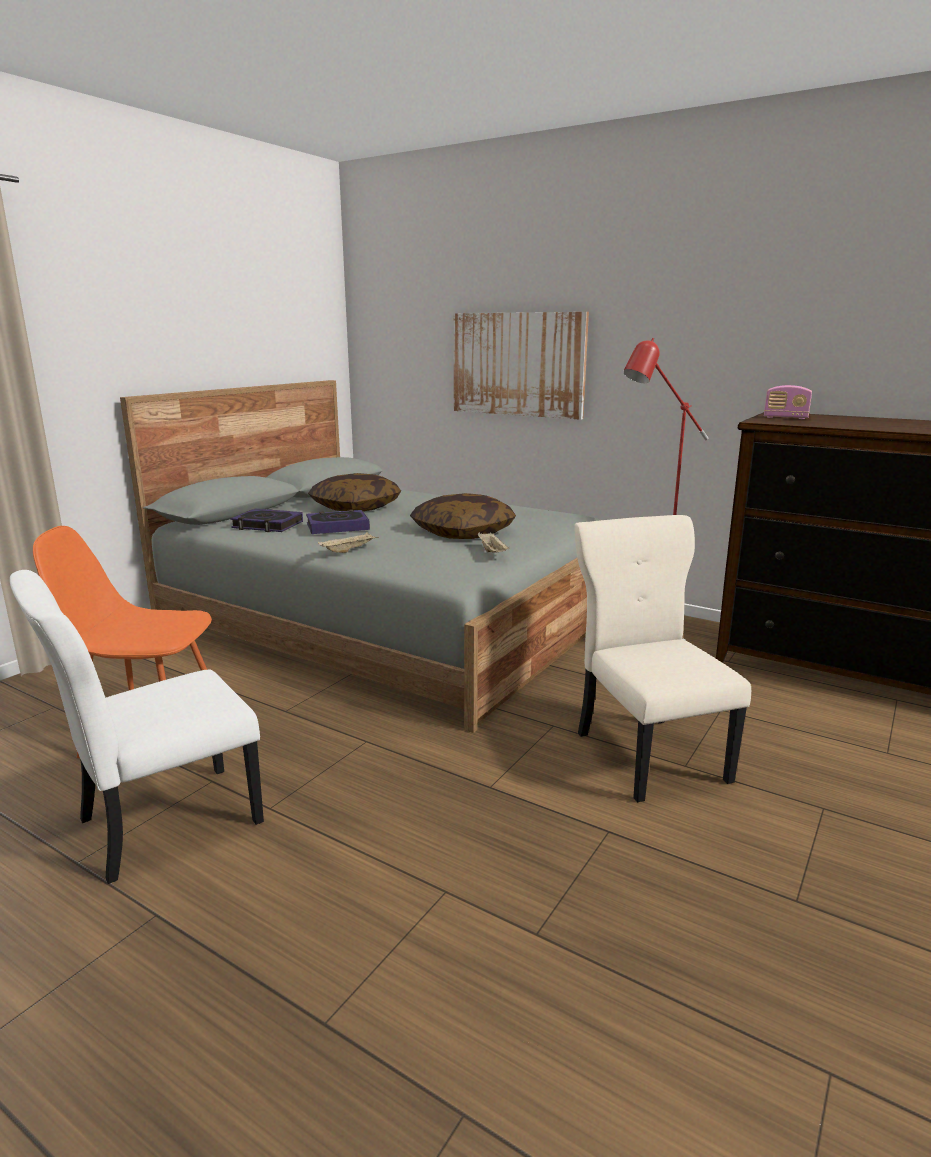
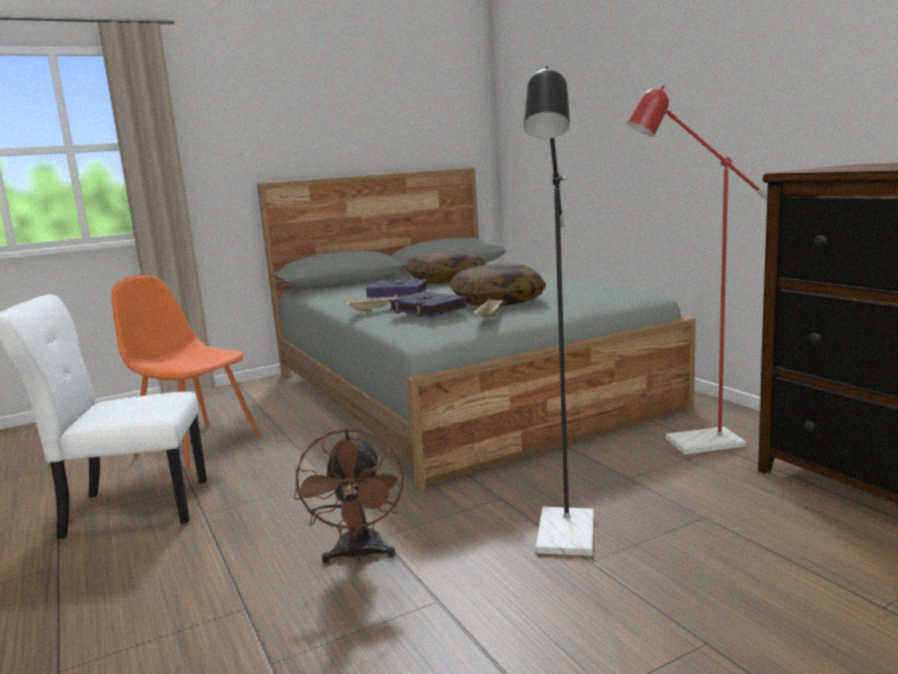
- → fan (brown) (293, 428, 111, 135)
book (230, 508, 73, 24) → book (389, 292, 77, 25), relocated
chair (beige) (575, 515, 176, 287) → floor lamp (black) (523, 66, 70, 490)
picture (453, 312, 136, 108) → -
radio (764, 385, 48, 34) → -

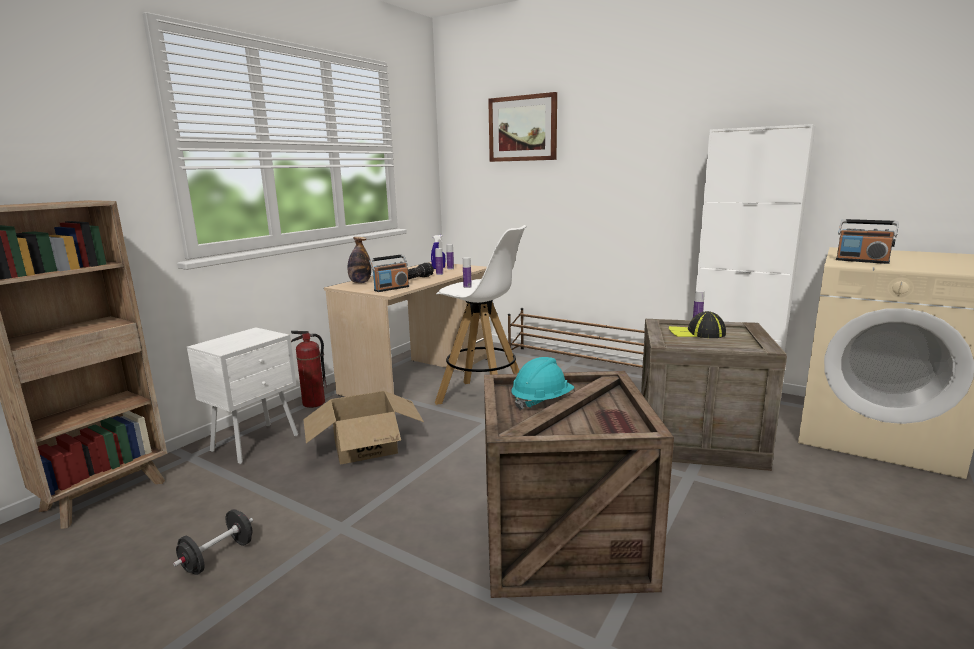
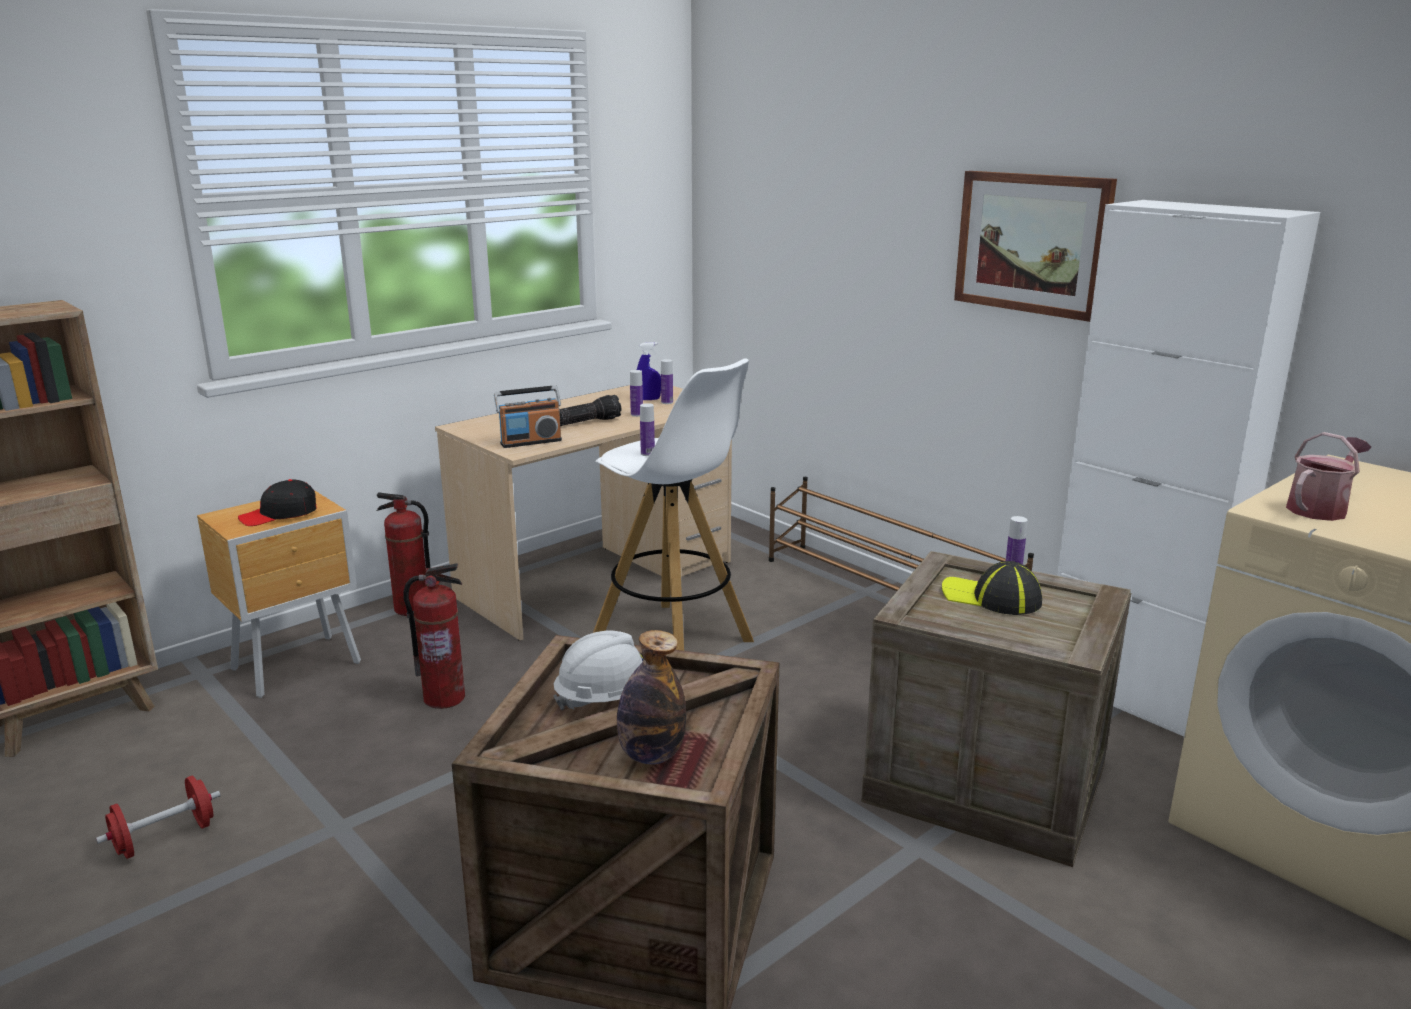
dumbbell (black) (173, 509, 80, 66) → dumbbell (red) (96, 776, 125, 83)
nightstand (white) (187, 327, 111, 137) → nightstand (brown) (197, 490, 164, 208)
- → cap (black) (238, 479, 79, 47)
cardboard box (303, 391, 121, 73) → fire extinguisher (403, 564, 62, 145)
hard hat (turquoise) (511, 357, 63, 53) → hard hat (white) (553, 631, 91, 79)
bottle (347, 237, 24, 46) → bottle (617, 630, 69, 135), relocated
picture (488, 92, 69, 70) → picture (954, 171, 163, 151), relocated
radio (836, 219, 63, 45) → watering can (1286, 432, 85, 89)

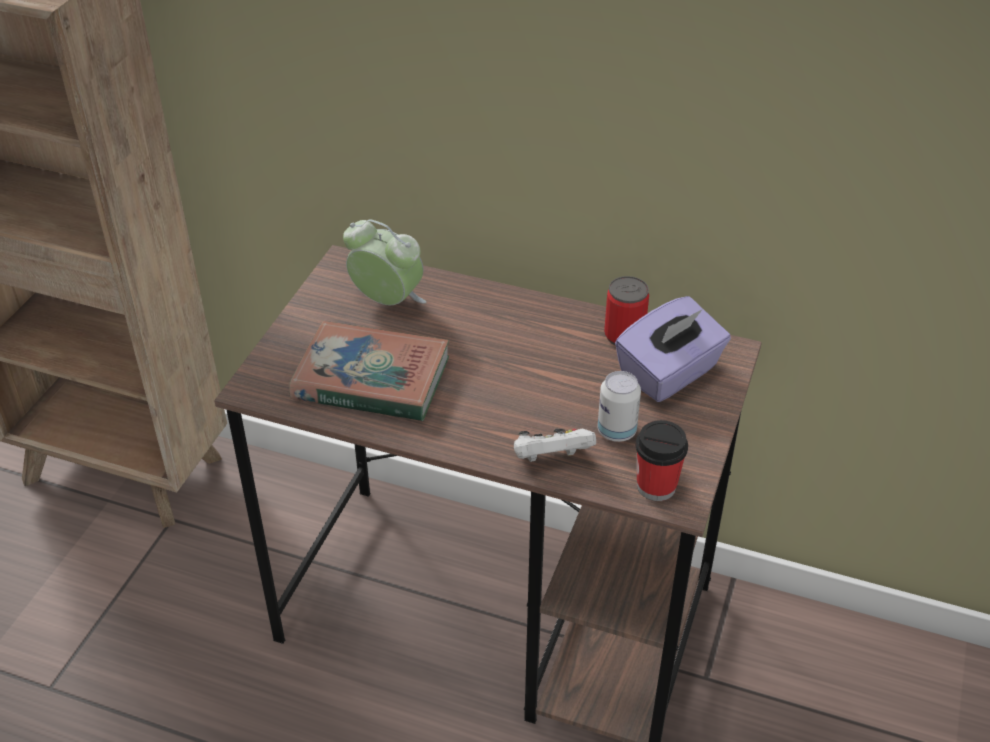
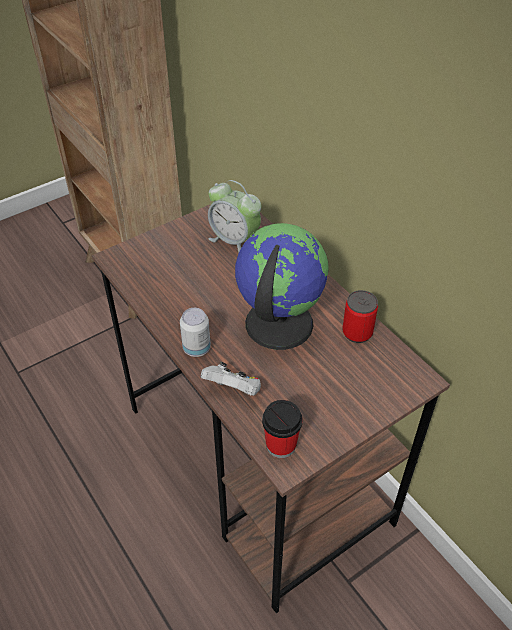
can (598, 371, 43, 71) → can (180, 308, 31, 49), relocated
alarm clock (343, 219, 83, 86) → alarm clock (208, 180, 53, 73), 150 degrees clockwise
- → globe (235, 223, 94, 127)
book (289, 321, 160, 100) → -
tissue box (purple) (615, 296, 116, 106) → -

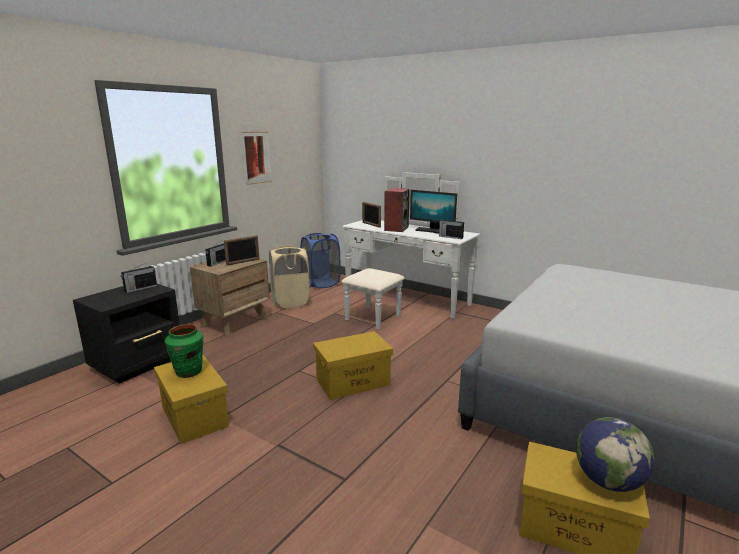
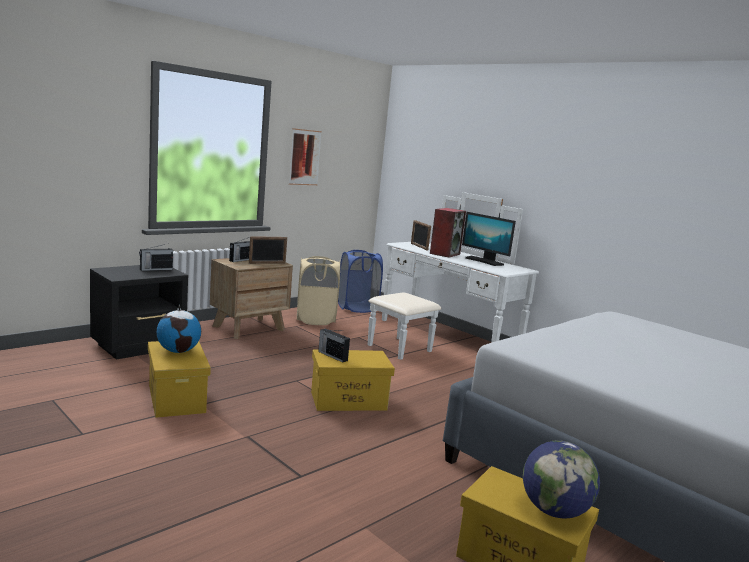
vase (green) (165, 324, 39, 54) → globe (157, 305, 44, 48)
radio (439, 218, 25, 21) → radio (318, 328, 32, 34), relocated

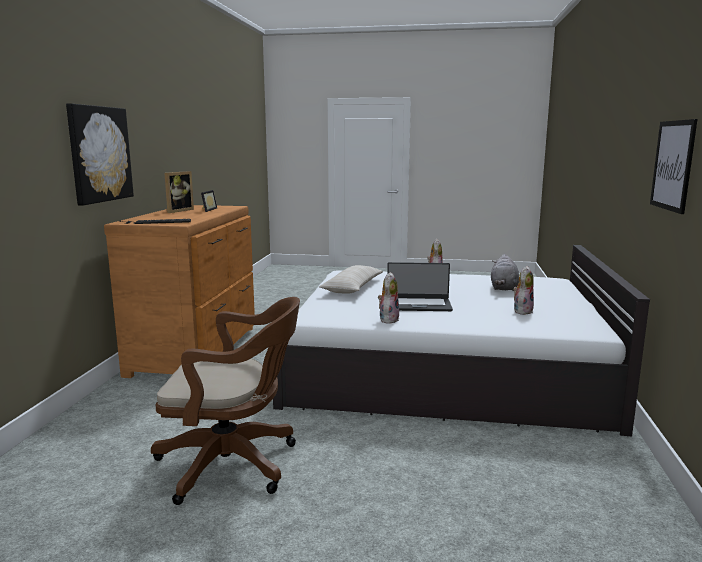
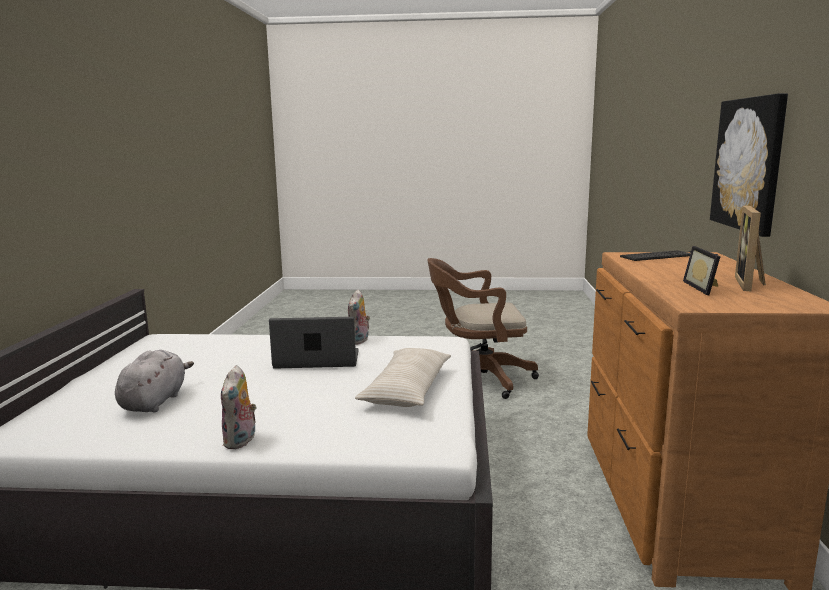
plush toy (513, 266, 21, 49) → -
picture (650, 119, 48, 95) → -

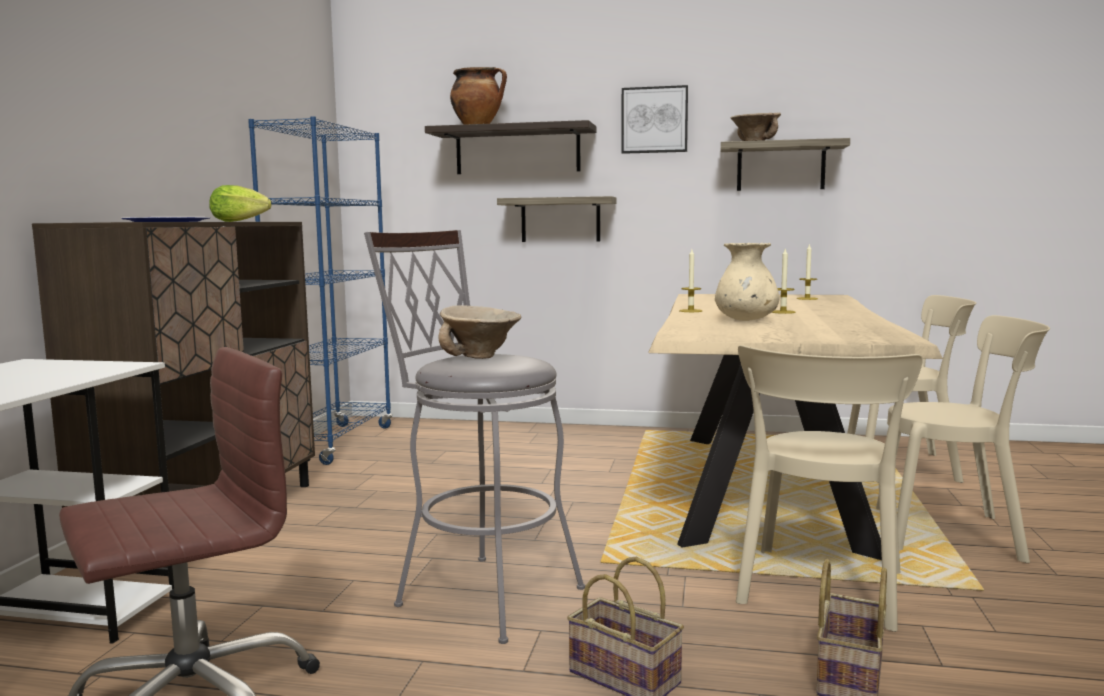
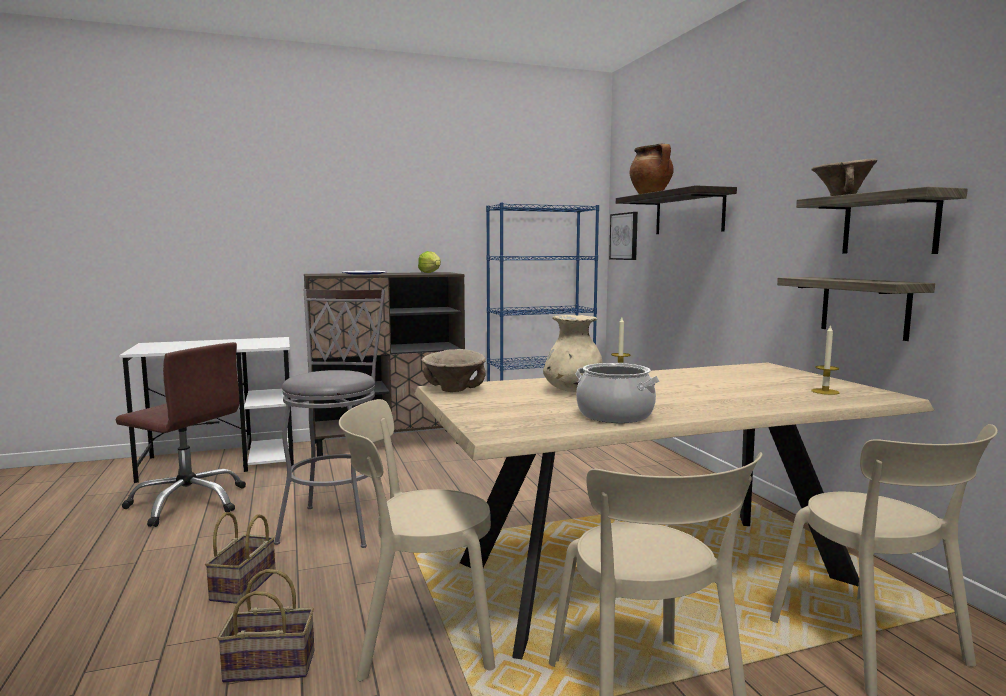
bowl (beige) (439, 305, 83, 54) → bowl (beige) (422, 349, 64, 43), relocated
- → cooking pot (575, 363, 84, 60)
picture (622, 85, 66, 69) → picture (609, 212, 29, 48), relocated
shelf (497, 196, 119, 46) → shelf (777, 277, 158, 64), relocated
candle (772, 249, 24, 65) → -

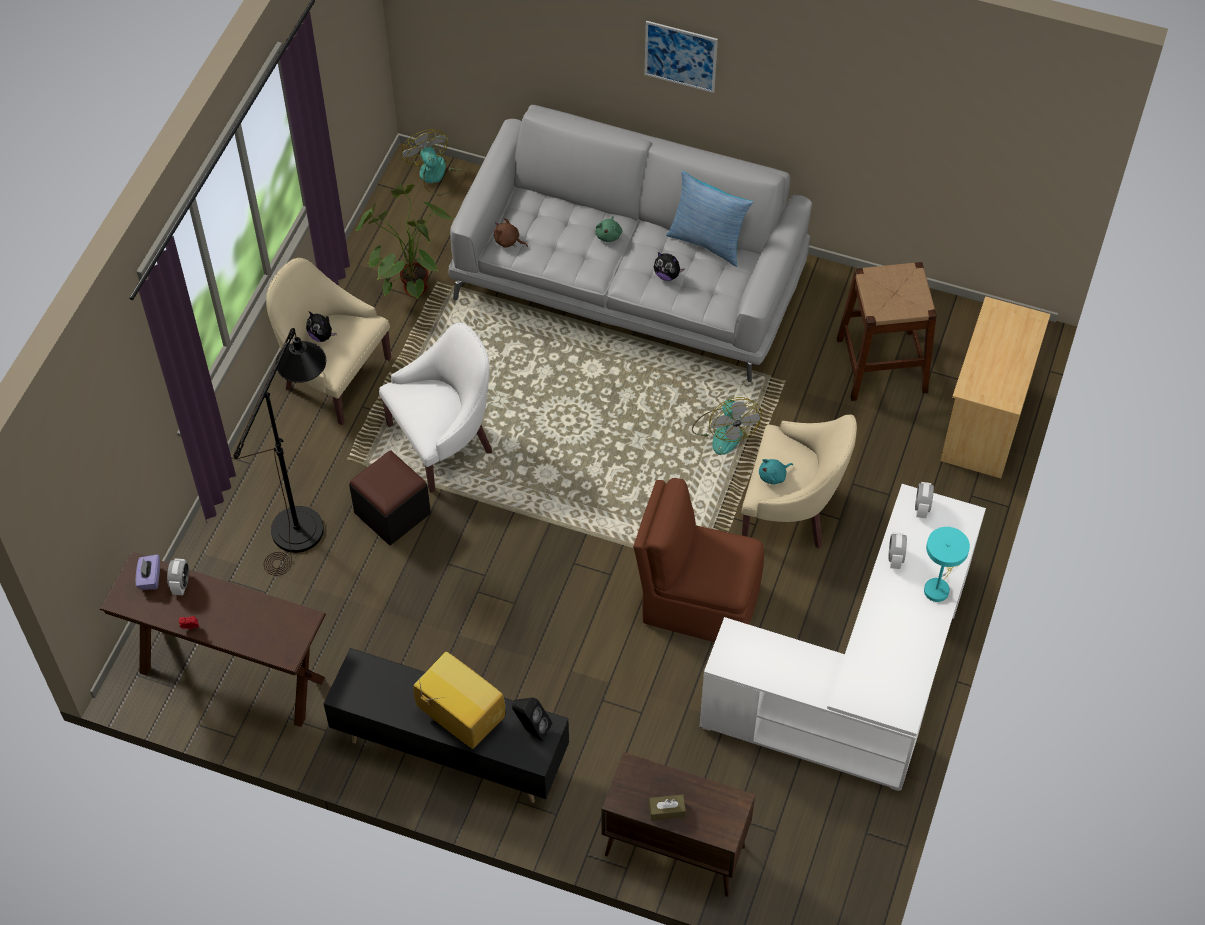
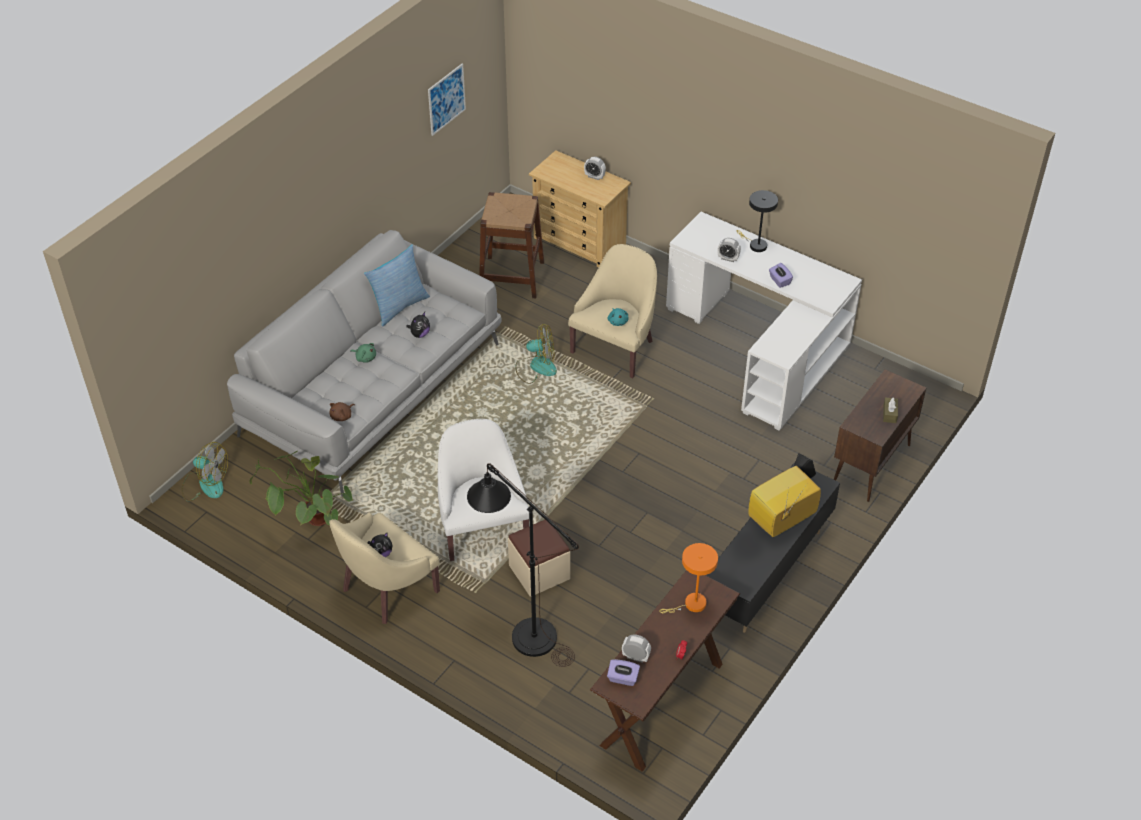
fan (401, 129, 66, 67) → fan (181, 442, 47, 59), 150 degrees counterclockwise
picture (645, 21, 73, 72) → picture (428, 64, 38, 72), relocated
ottoman (black) (349, 450, 82, 95) → ottoman (beige) (508, 520, 62, 77)
alarm clock (915, 482, 19, 36) → alarm clock (584, 157, 22, 23), relocated
- → table lamp (orange) (659, 543, 59, 70)
table lamp (turquoise) (924, 527, 46, 75) → table lamp (black) (737, 190, 41, 62)
- → tissue box (purple) (769, 263, 24, 25)
chair (brown) (633, 478, 131, 164) → -

